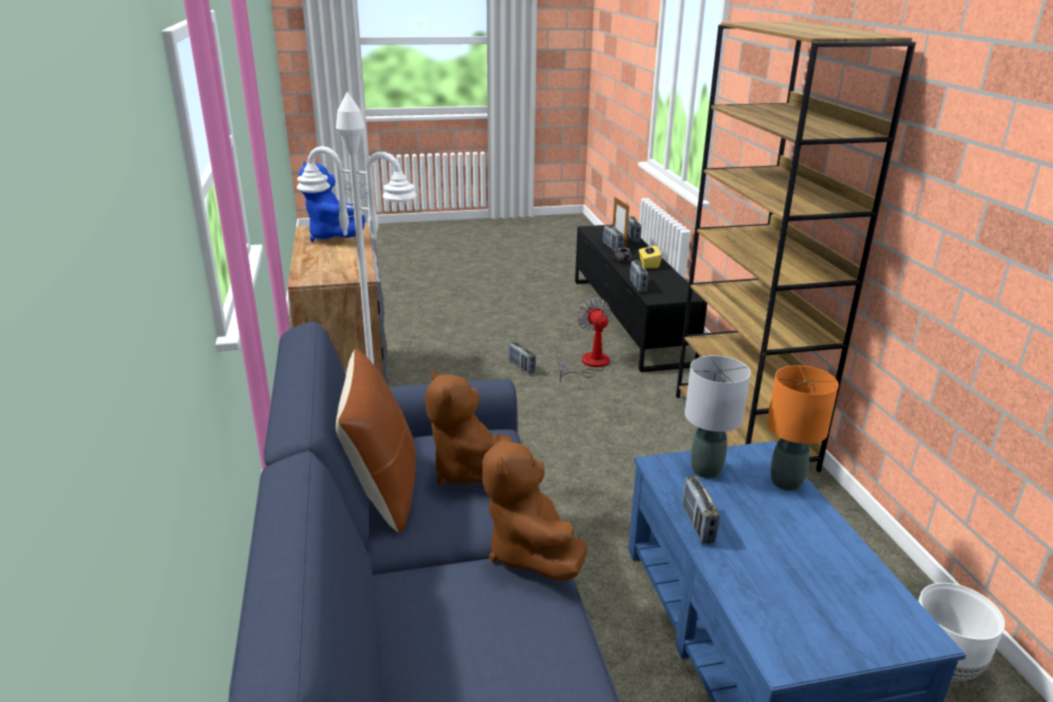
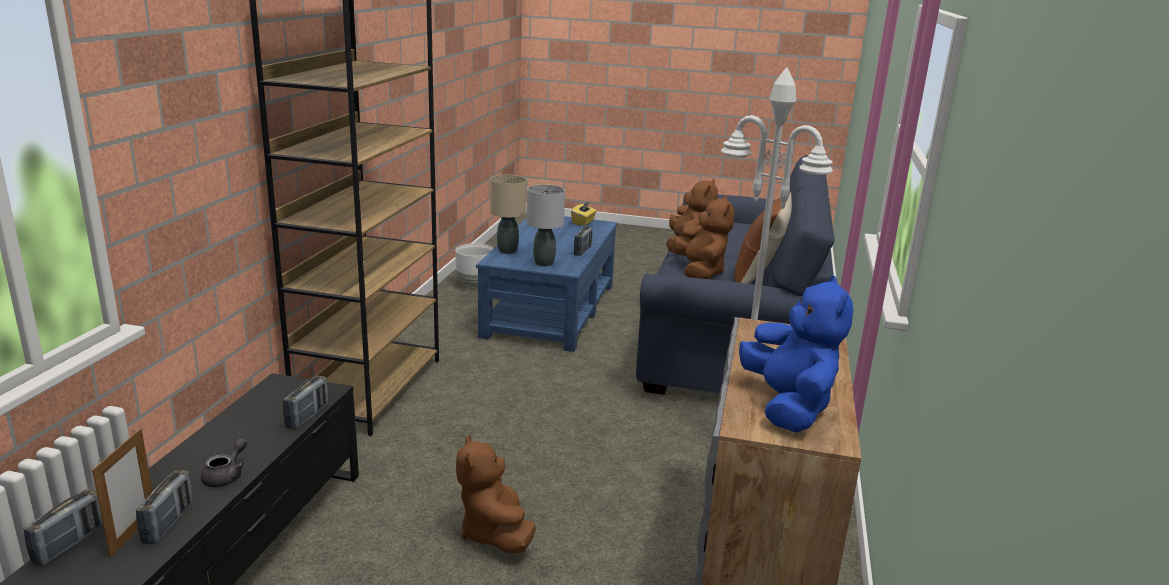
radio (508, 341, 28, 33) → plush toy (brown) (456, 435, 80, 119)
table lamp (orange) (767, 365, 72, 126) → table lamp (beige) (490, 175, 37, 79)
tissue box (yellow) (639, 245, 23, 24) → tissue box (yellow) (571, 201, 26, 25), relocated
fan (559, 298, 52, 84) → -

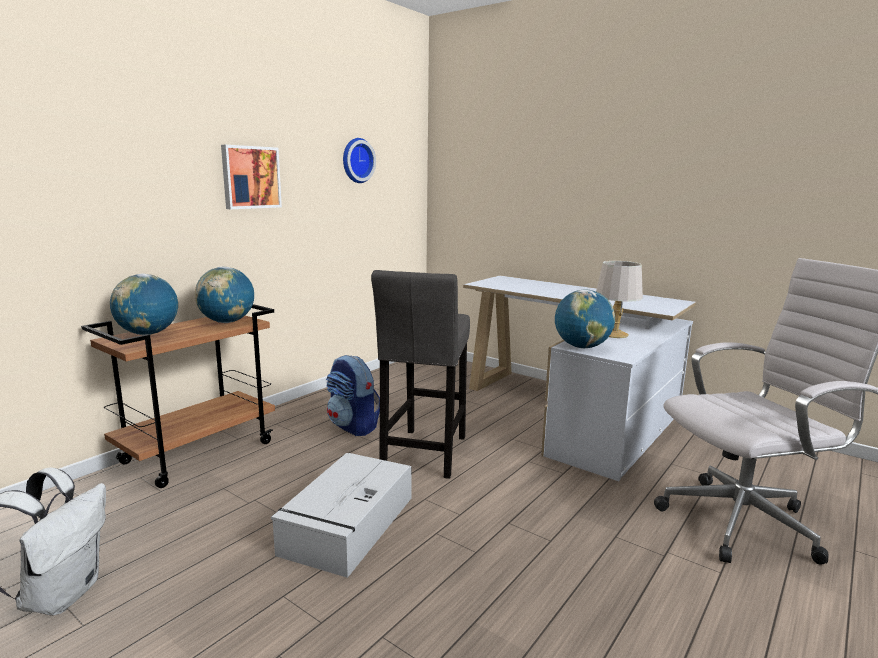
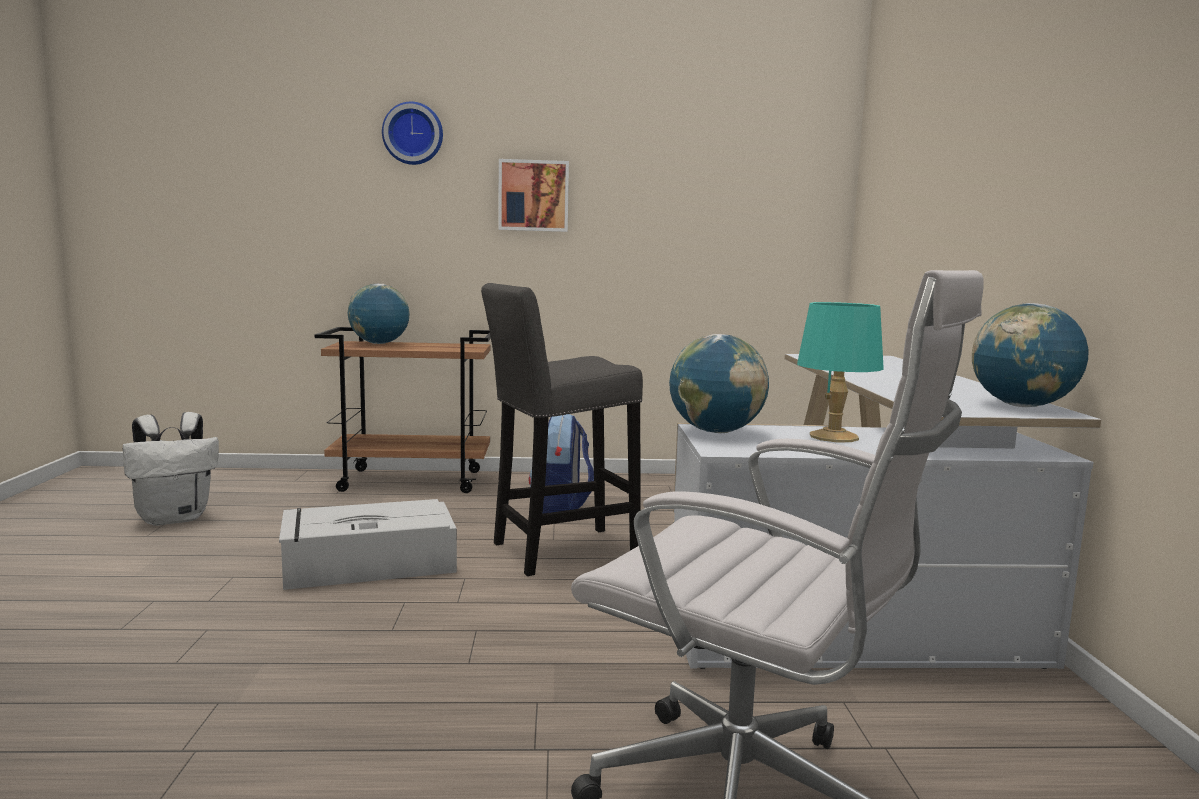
wall clock (343, 138, 33, 45) → wall clock (382, 101, 61, 64), relocated
table lamp (grey) (596, 261, 47, 77) → table lamp (turquoise) (797, 302, 87, 140)
globe (195, 267, 59, 56) → globe (972, 303, 116, 104), relocated

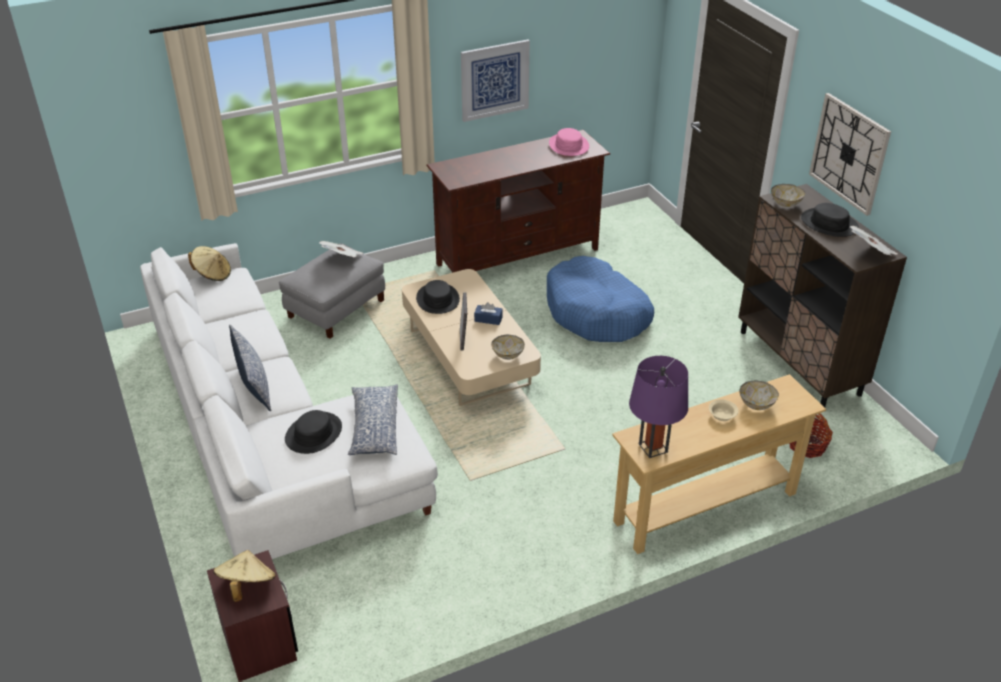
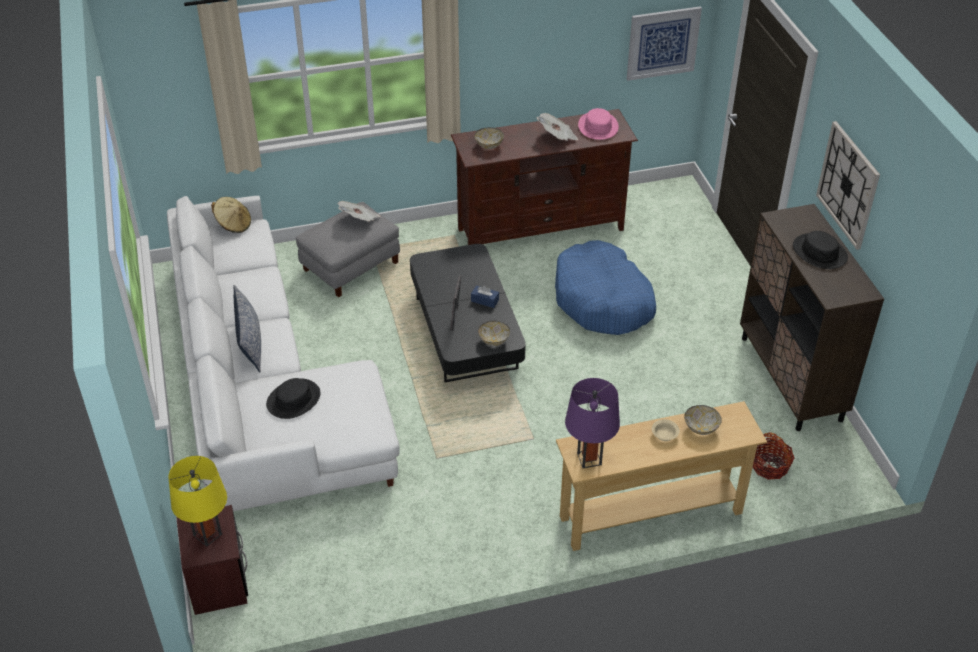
hat (beige) (214, 550, 62, 52) → table lamp (yellow) (168, 456, 59, 91)
coffee table (beige) (402, 269, 139, 137) → coffee table (black) (410, 244, 116, 138)
bowl (771, 184, 34, 23) → bowl (474, 127, 30, 22), relocated
newspaper (850, 226, 48, 30) → newspaper (536, 113, 43, 28), relocated
picture (461, 40, 69, 82) → picture (627, 6, 75, 75), relocated
pillow (348, 384, 50, 71) → -
hat (black) (416, 280, 44, 34) → -

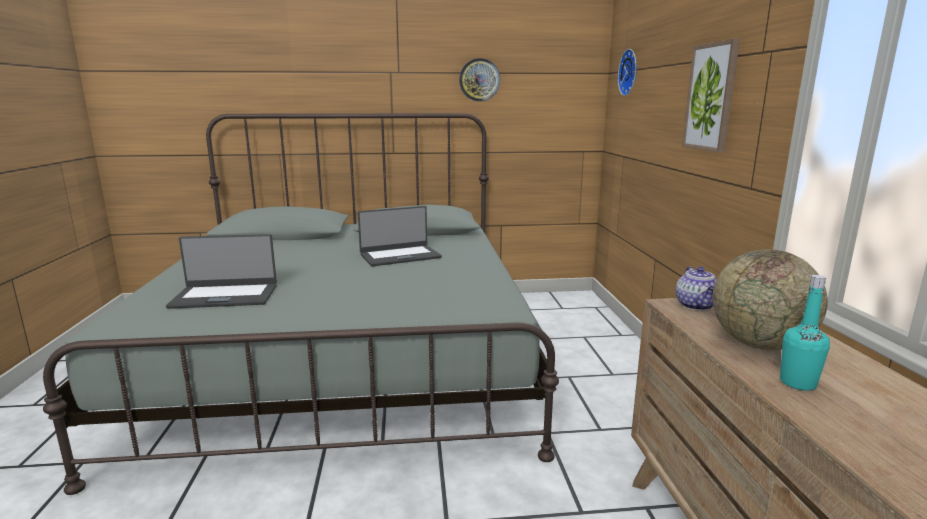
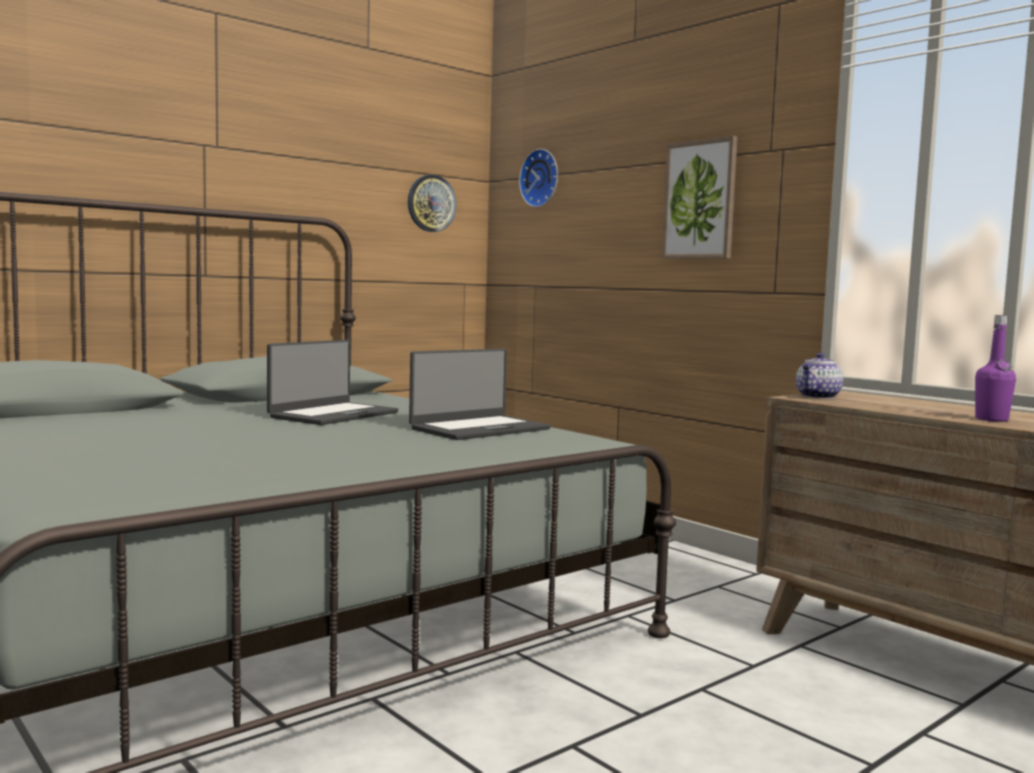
wall clock (459, 58, 41, 43) → wall clock (408, 174, 48, 58), relocated
laptop (166, 234, 111, 75) → laptop (409, 349, 142, 91), relocated
teapot (676, 266, 41, 45) → teapot (796, 353, 47, 46), 75 degrees clockwise
bottle (turquoise) (780, 275, 50, 116) → bottle (purple) (975, 315, 41, 107)
globe (713, 249, 115, 101) → -

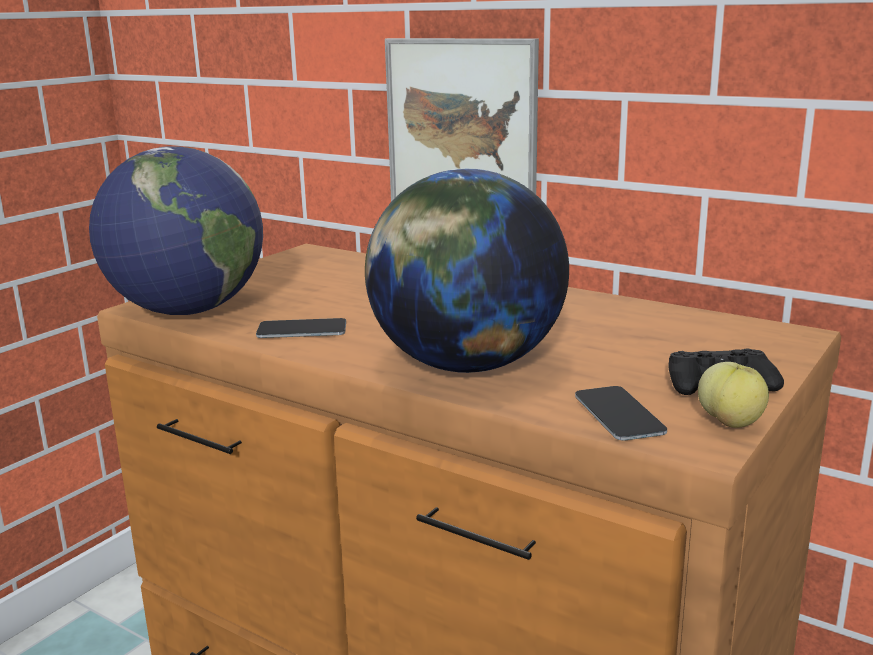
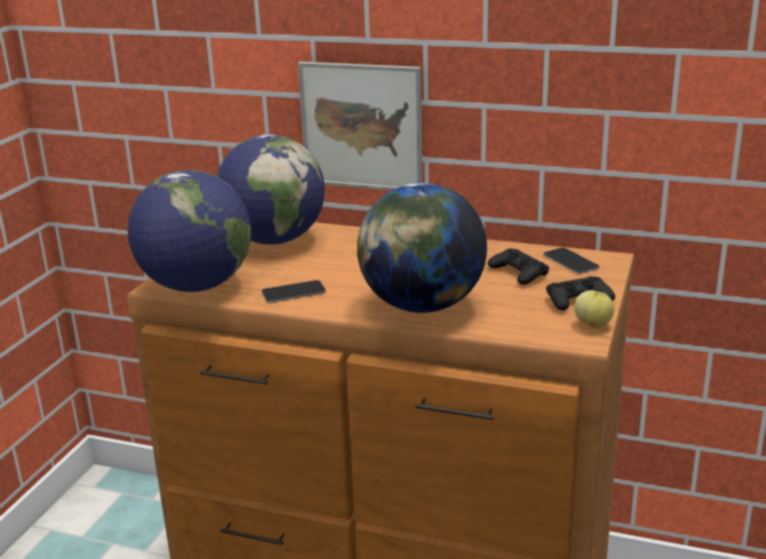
- → globe (217, 134, 108, 111)
- → game controller (black) (488, 248, 61, 37)
phone (575, 386, 92, 55) → phone (544, 248, 55, 26), relocated

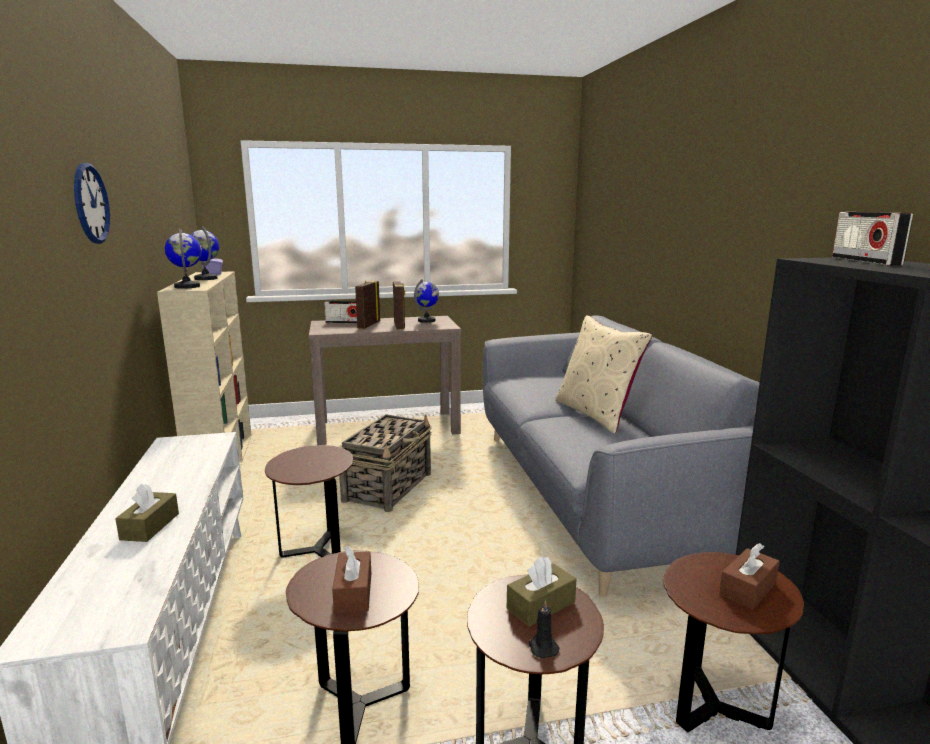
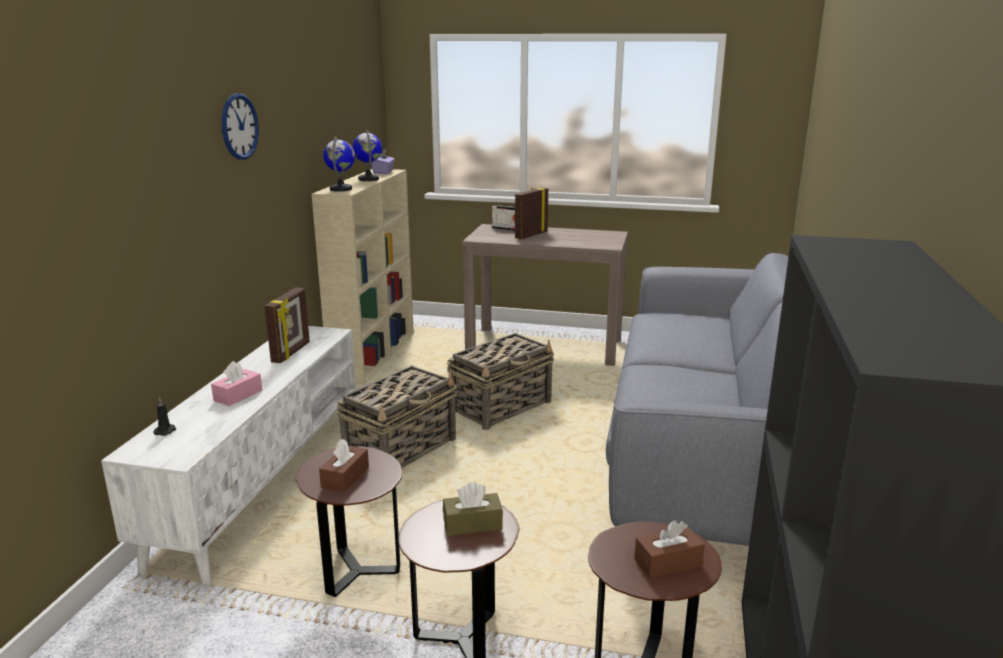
candle (black) (529, 599, 31, 59) → candle (black) (153, 397, 23, 39), relocated
tissue box (brown) (115, 483, 64, 59) → tissue box (pink) (211, 361, 51, 45)
picture frame (393, 281, 12, 48) → picture frame (265, 287, 45, 76), relocated
side table (brown) (265, 445, 88, 112) → basket (337, 365, 120, 103)
globe (414, 279, 25, 44) → -
pillow (beige) (555, 315, 98, 118) → -
radio (832, 212, 81, 54) → -

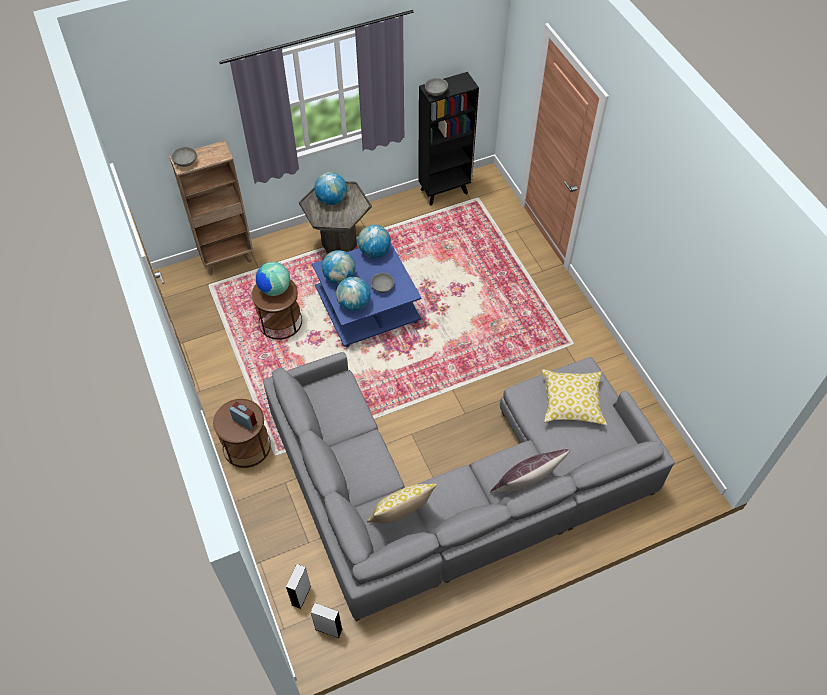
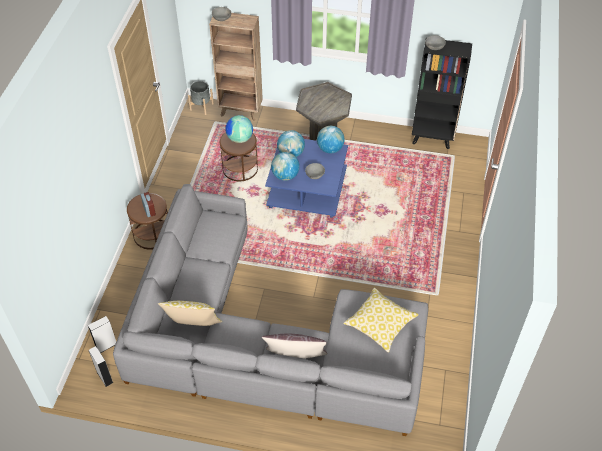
- → planter (grey) (188, 81, 26, 34)
globe (314, 172, 33, 33) → -

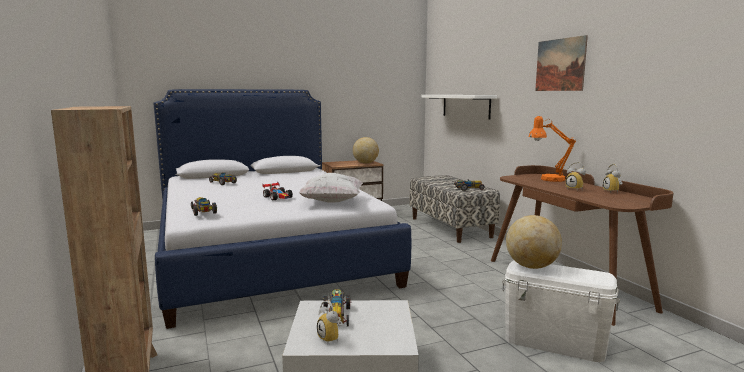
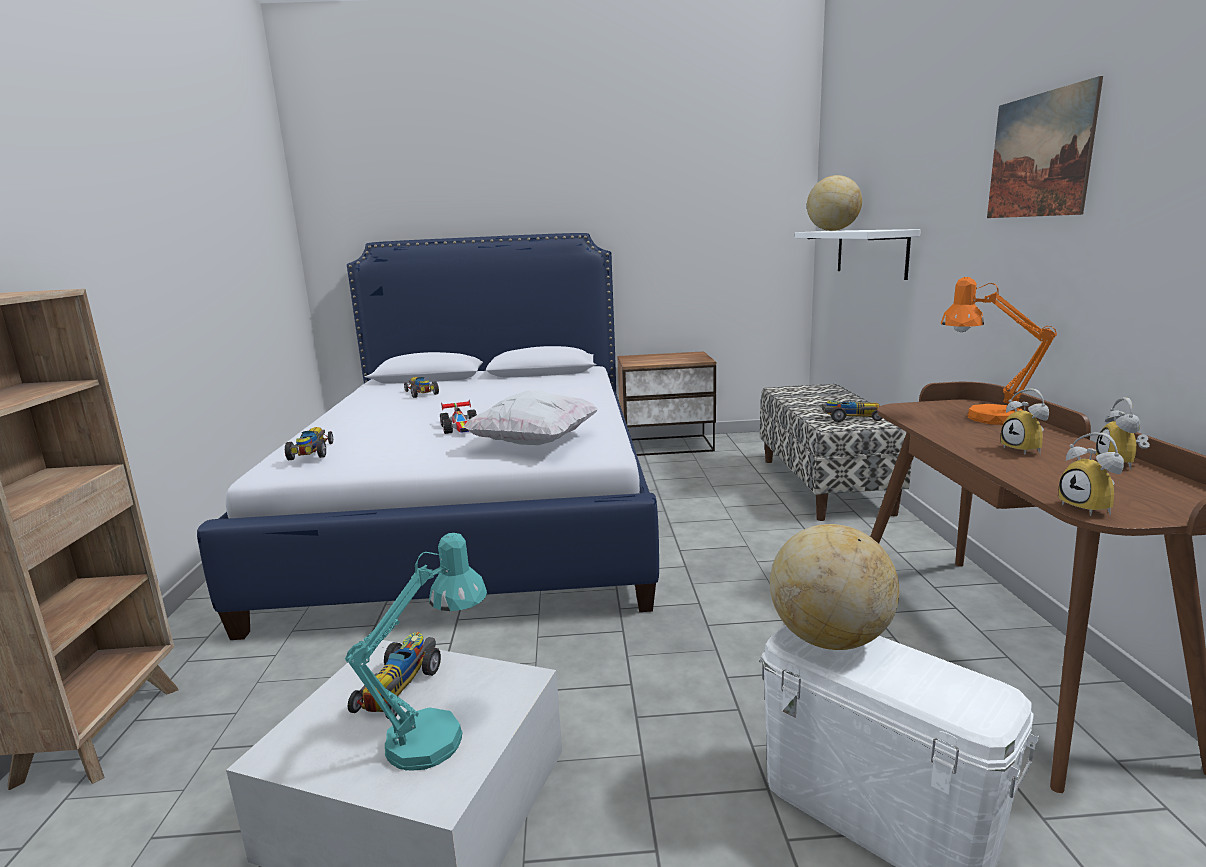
- → table lamp (turquoise) (345, 533, 142, 238)
globe (353, 137, 26, 27) → globe (807, 175, 55, 56), relocated
alarm clock (317, 300, 26, 42) → alarm clock (1059, 432, 65, 84), relocated

